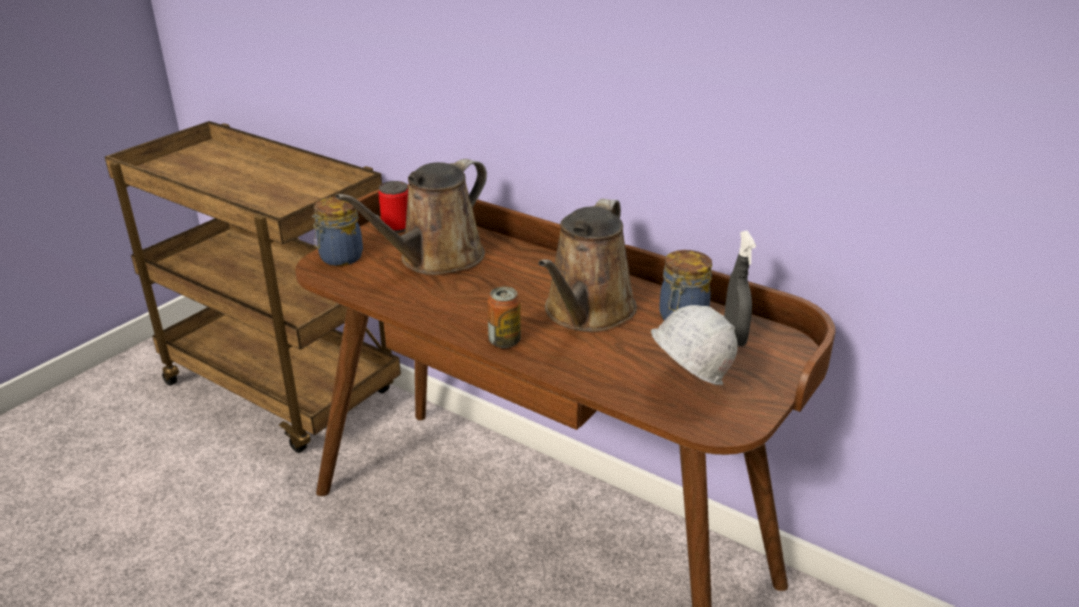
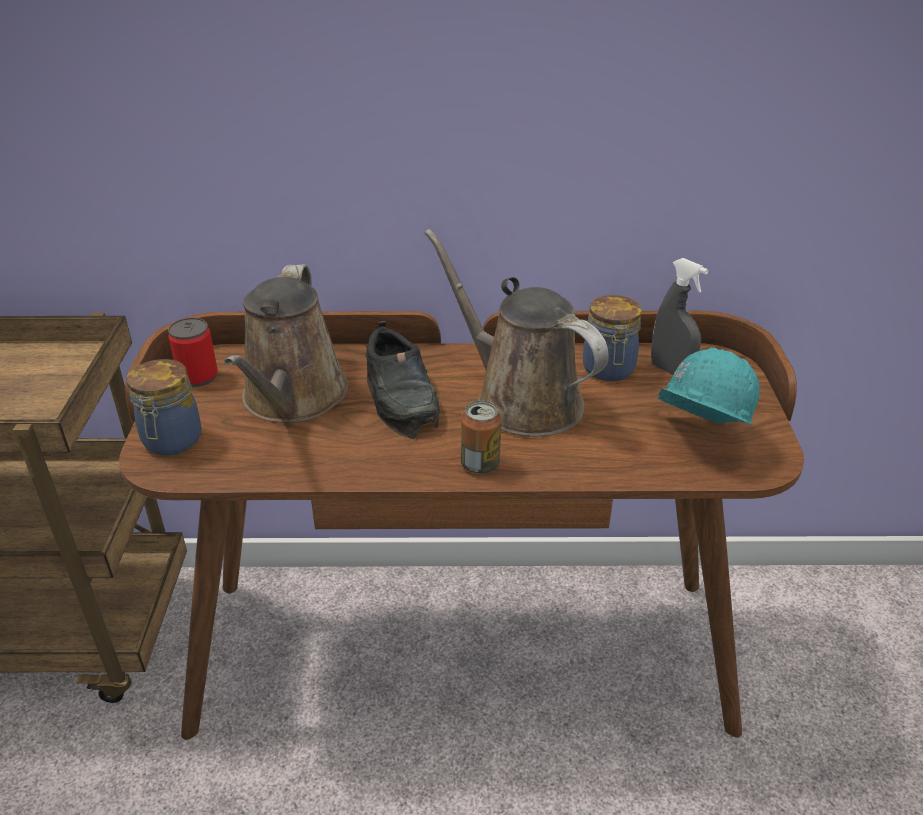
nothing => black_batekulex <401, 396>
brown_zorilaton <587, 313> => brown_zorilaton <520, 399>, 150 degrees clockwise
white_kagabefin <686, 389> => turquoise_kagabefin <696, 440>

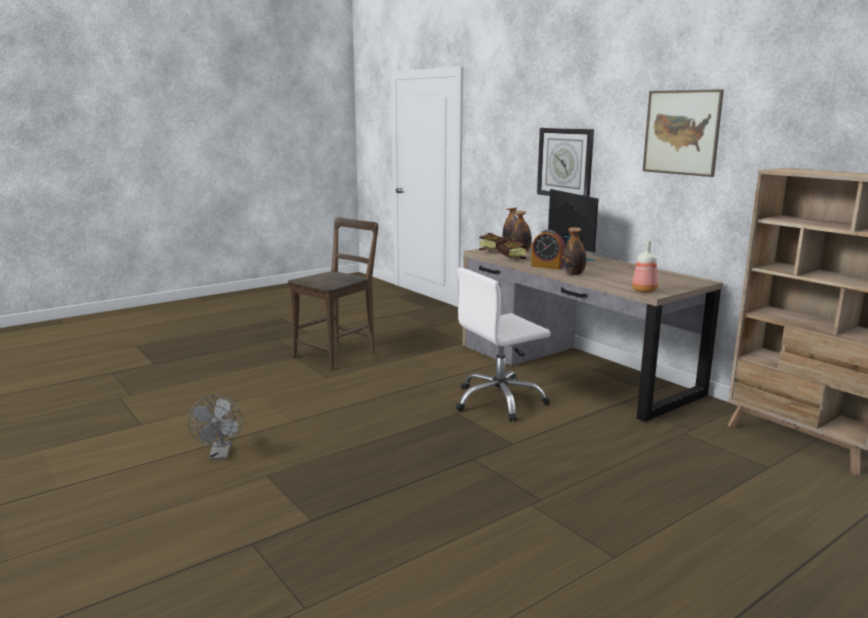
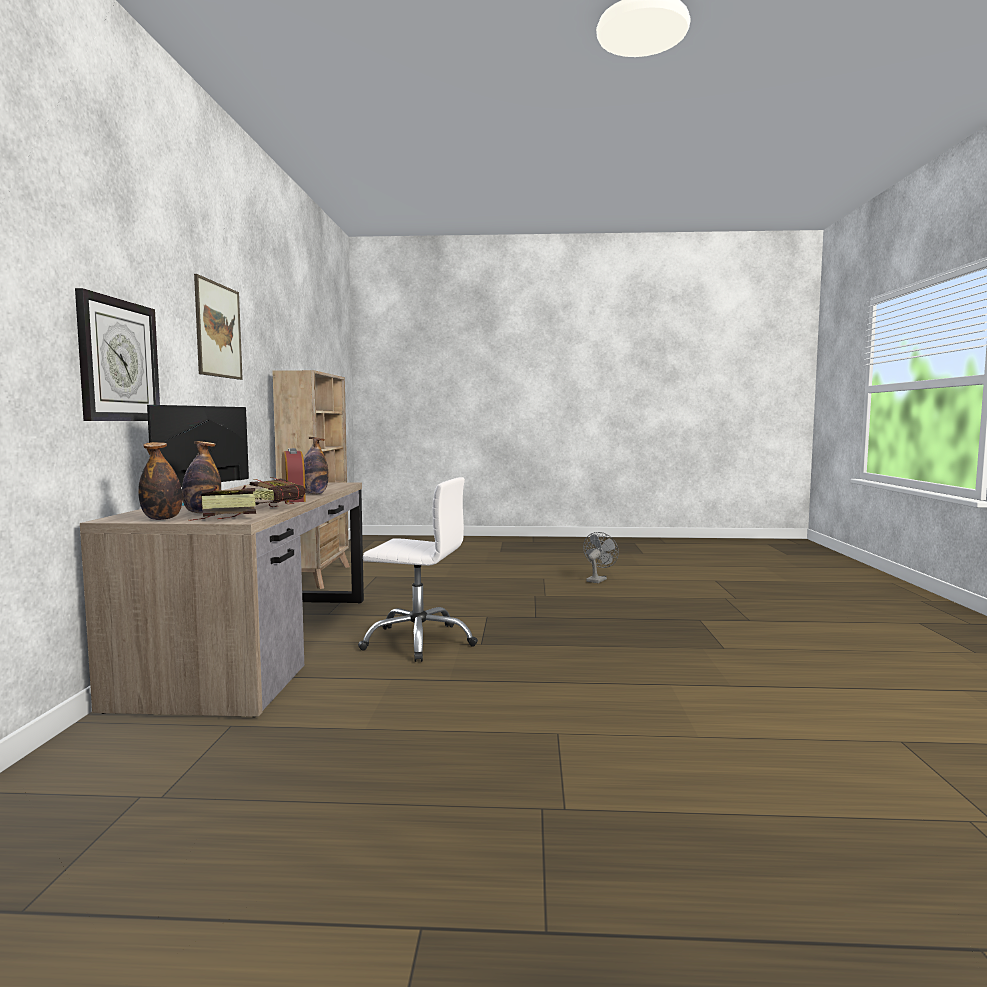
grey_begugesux <220, 455> => grey_begugesux <597, 580>, shifted
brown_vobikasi <338, 354> => nothing
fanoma <645, 291> => nothing

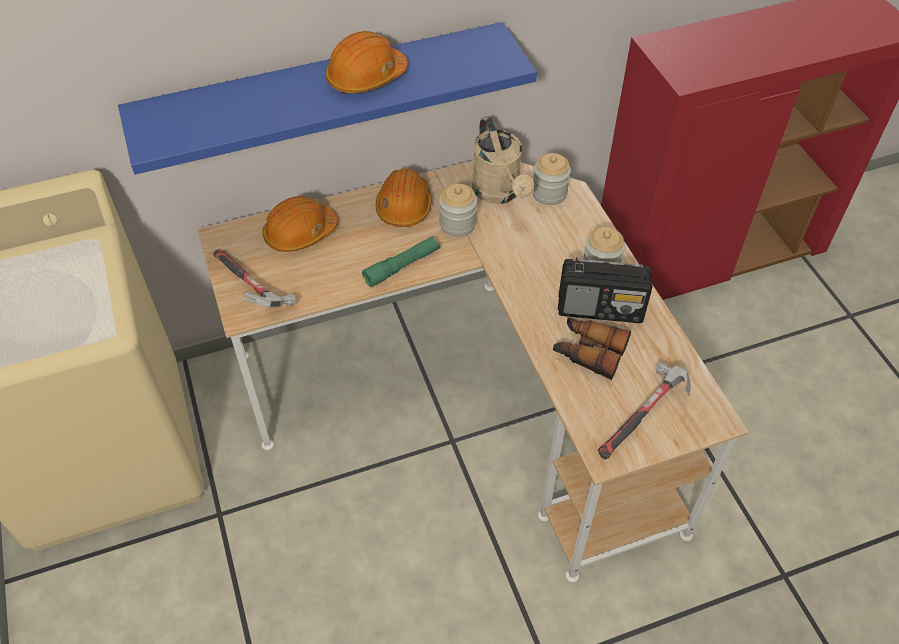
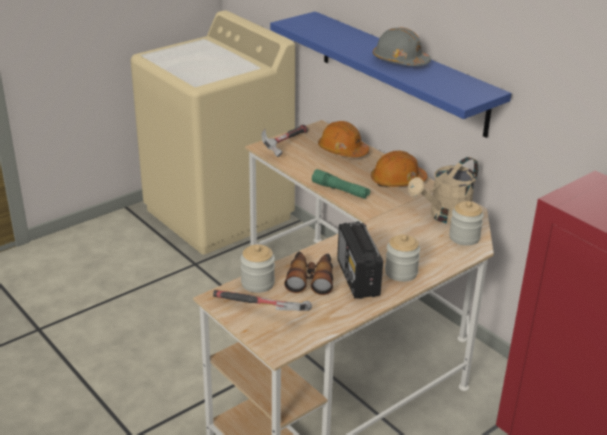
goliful <457, 224> => goliful <257, 283>, shifted
orange_kagabefin <366, 77> => grey_kagabefin <400, 61>

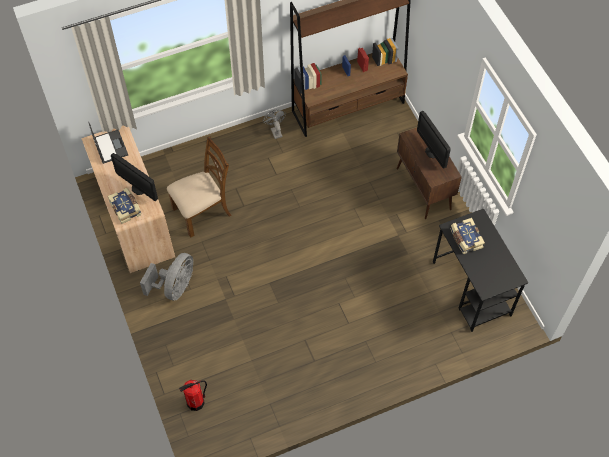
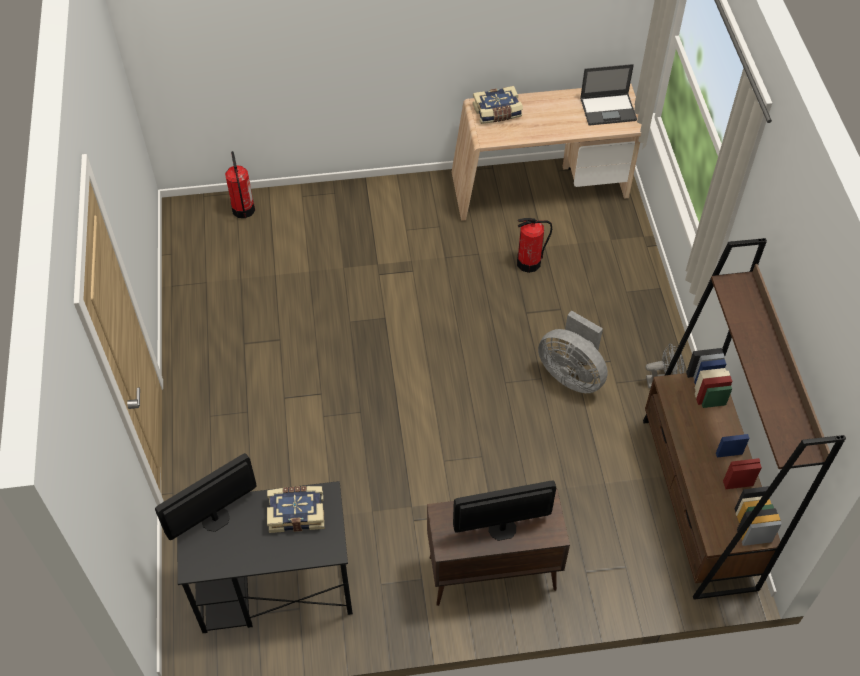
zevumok <139, 188> => zevumok <215, 519>, shifted
brown_vobikasi <202, 211> => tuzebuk <529, 263>
grey_begugesux <175, 287> => grey_begugesux <571, 374>, shifted

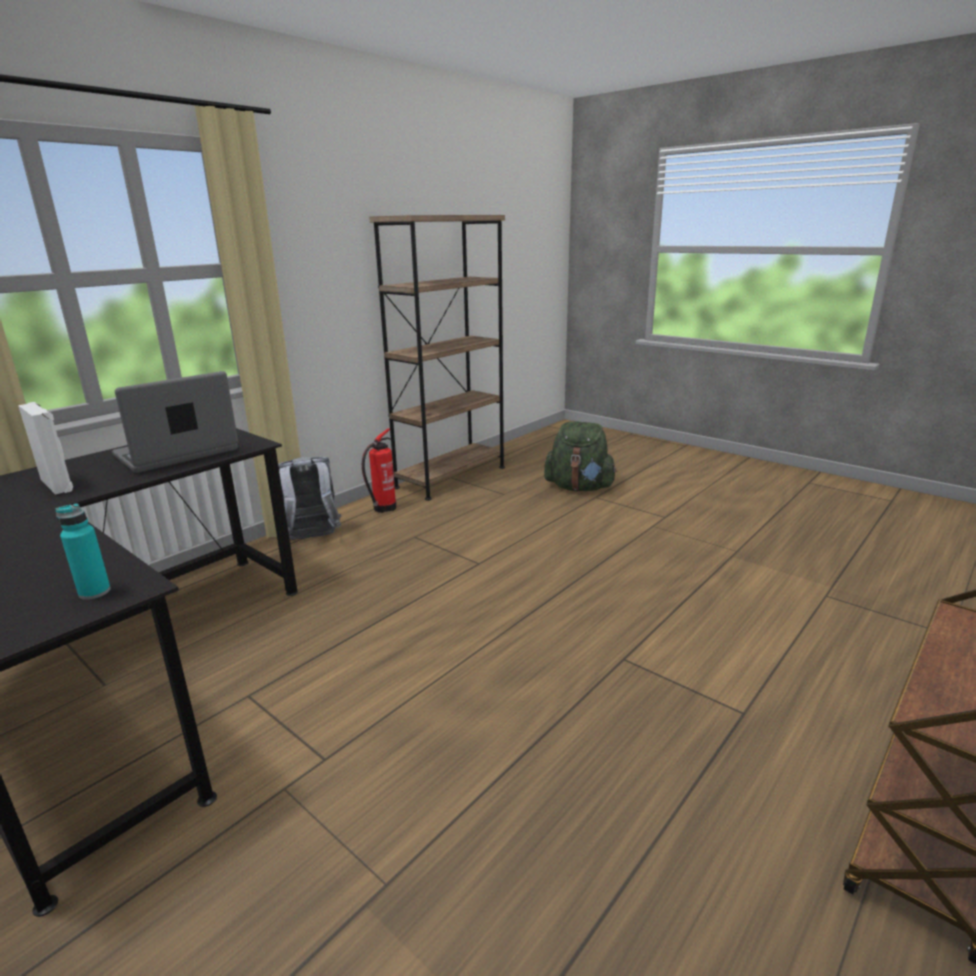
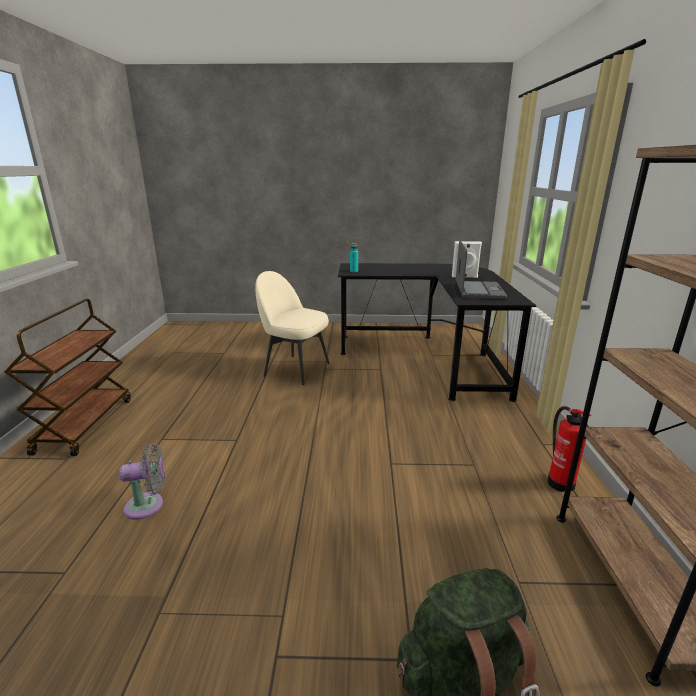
nothing => grey_begugesux <148, 505>
nothing => beige_vobikasi <295, 369>
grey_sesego <311, 539> => nothing

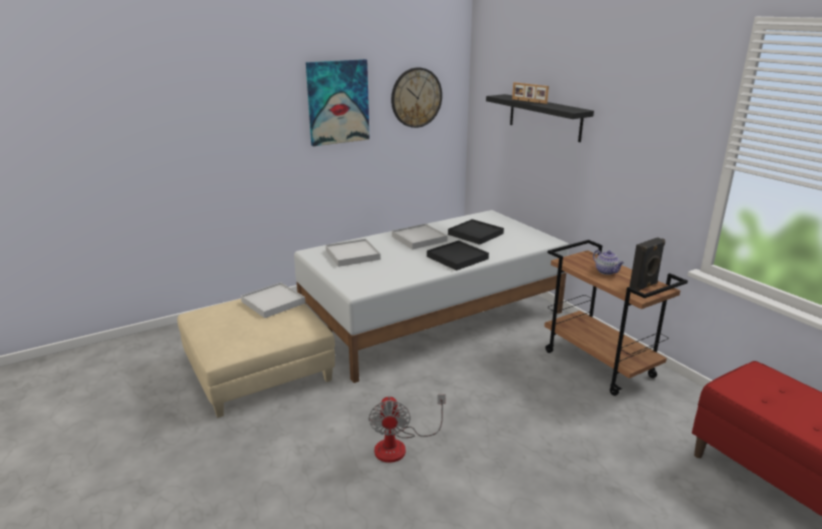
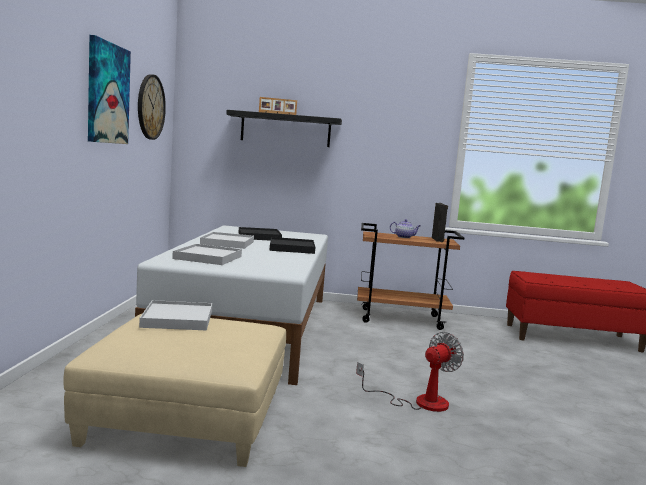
begugesux <399, 445> => begugesux <419, 402>, 75 degrees counterclockwise

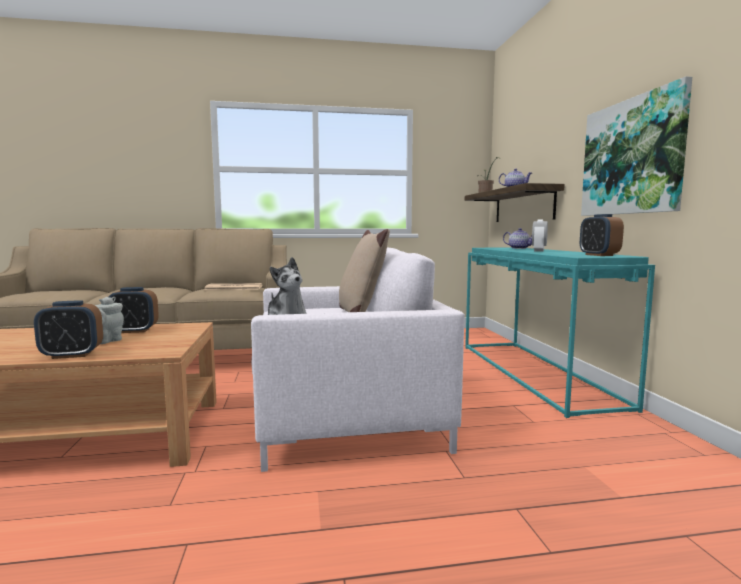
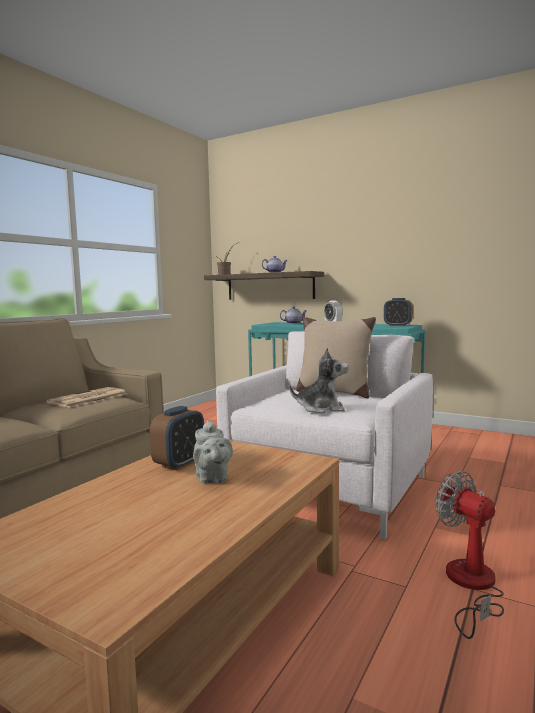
nothing => begugesux <471, 586>
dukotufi <72, 355> => nothing
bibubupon <631, 157> => nothing

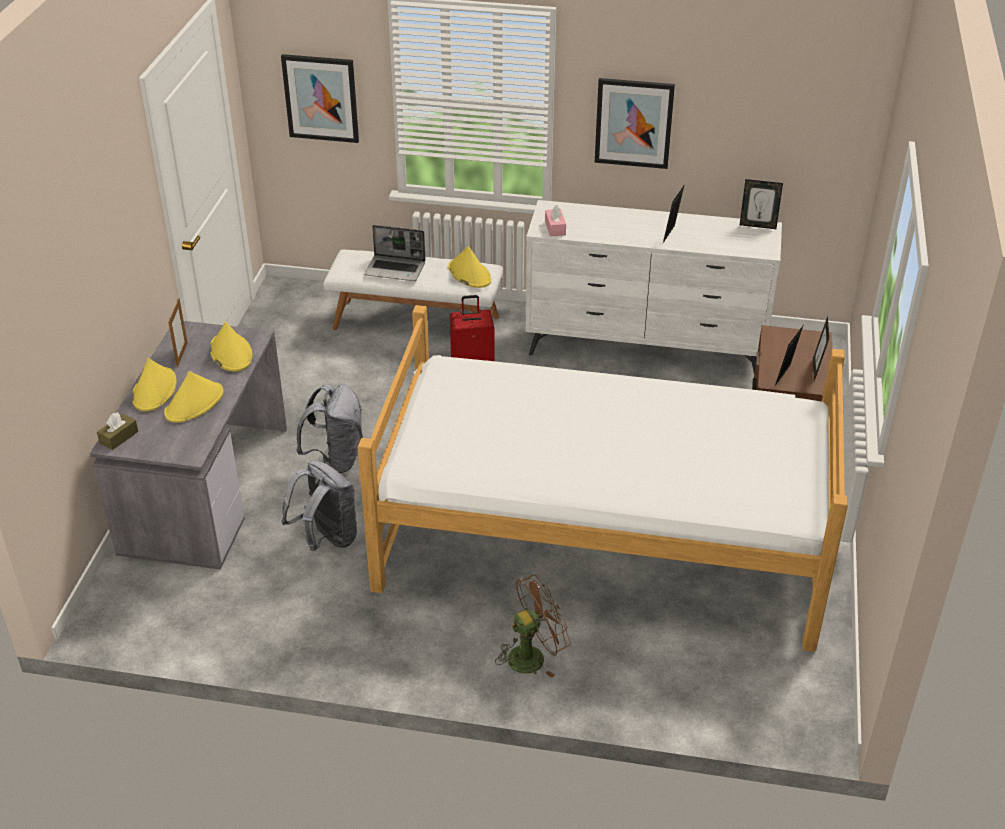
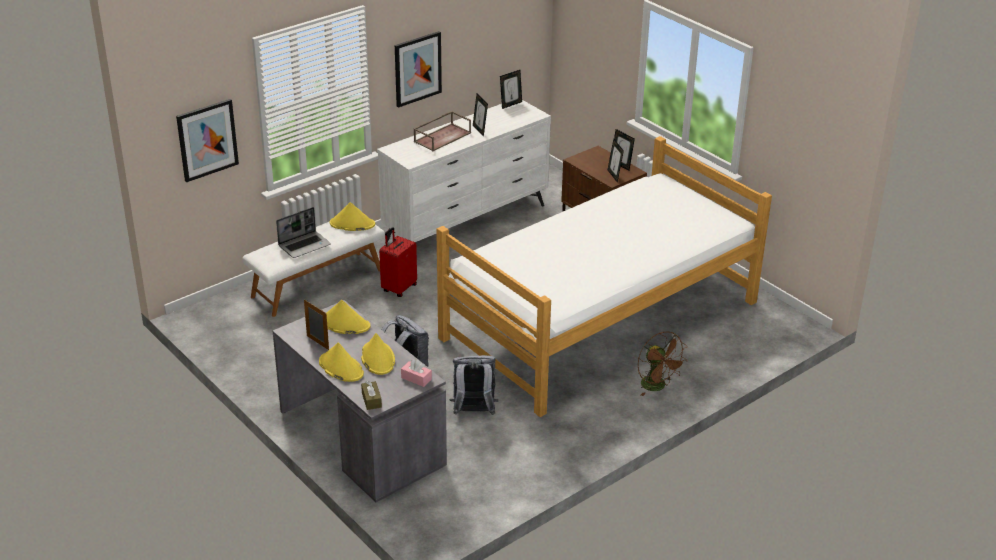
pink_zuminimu <555, 228> => pink_zuminimu <416, 378>, shifted
nothing => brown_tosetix <442, 137>
brown_begugesux <533, 655> => brown_begugesux <657, 387>, 135 degrees clockwise

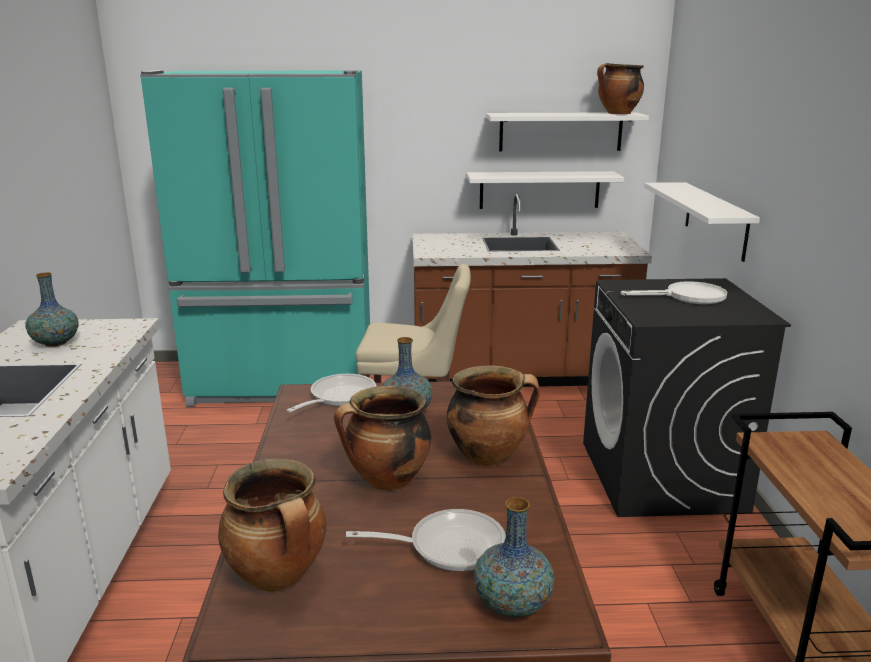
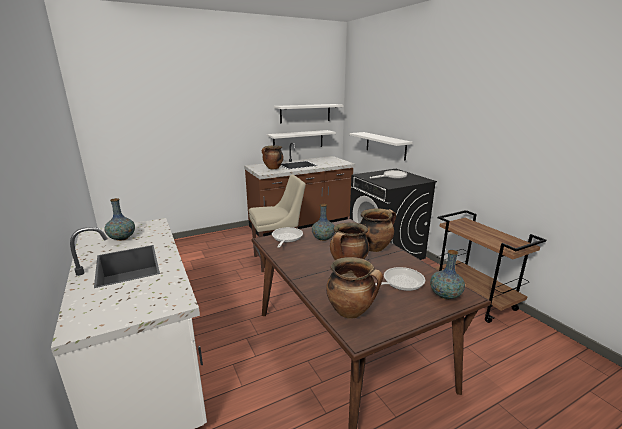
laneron <618, 114> => laneron <273, 168>, shifted
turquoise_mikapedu <284, 383> => nothing

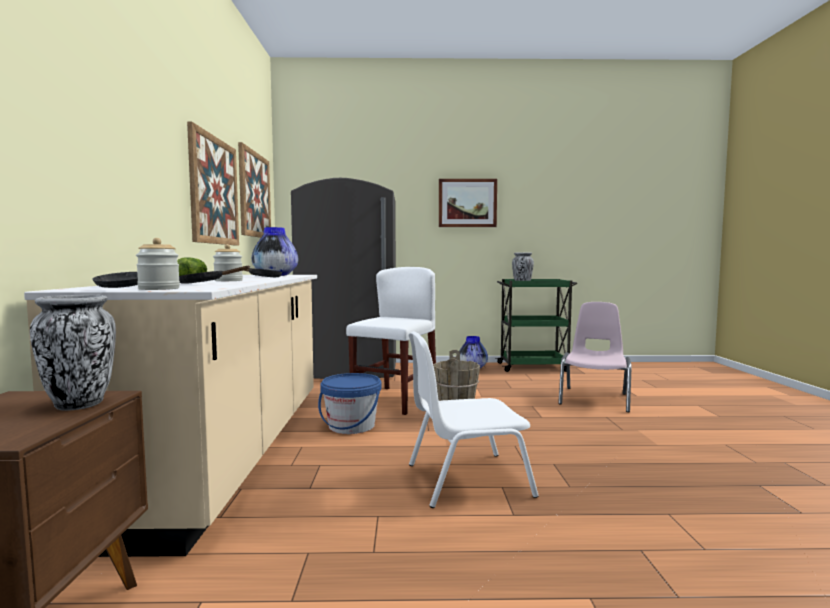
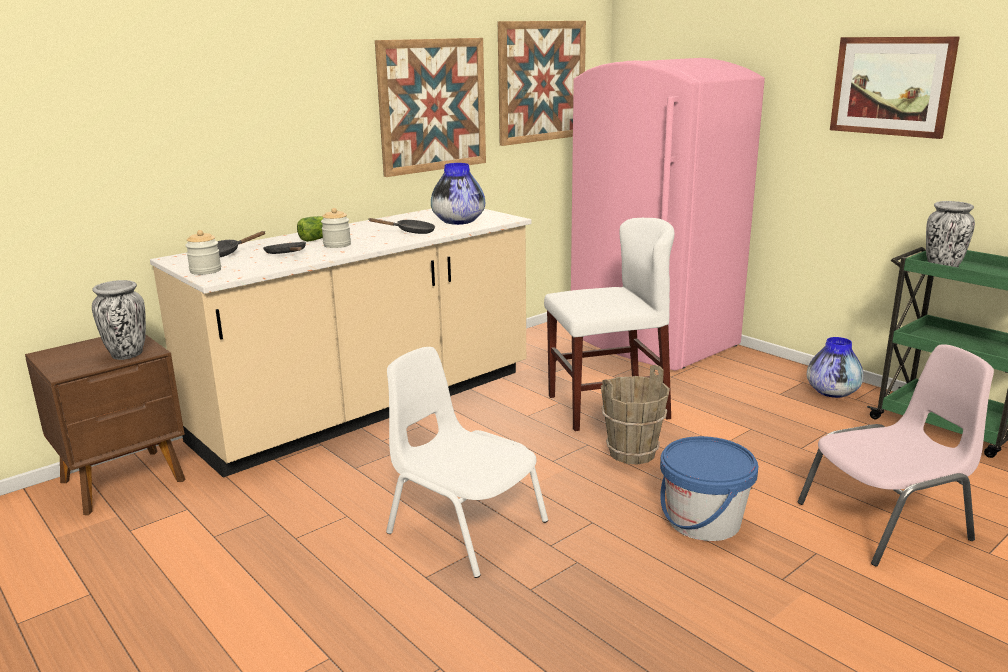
grey_mikapedu <349, 371> => pink_mikapedu <652, 342>
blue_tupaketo <351, 426> => blue_tupaketo <703, 521>, shifted

